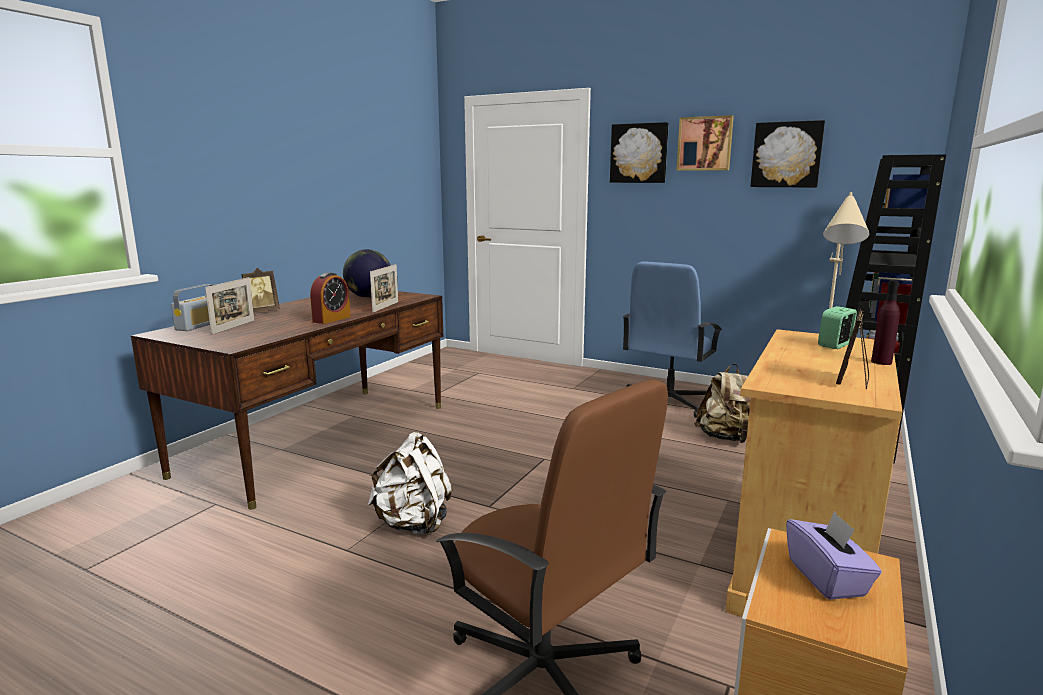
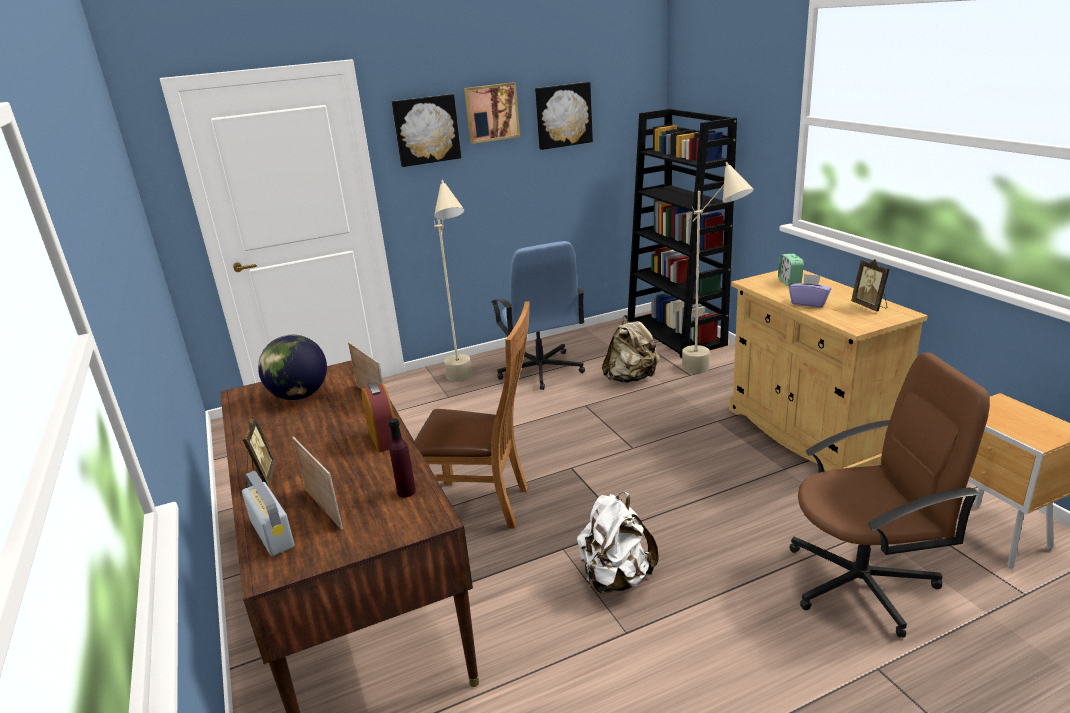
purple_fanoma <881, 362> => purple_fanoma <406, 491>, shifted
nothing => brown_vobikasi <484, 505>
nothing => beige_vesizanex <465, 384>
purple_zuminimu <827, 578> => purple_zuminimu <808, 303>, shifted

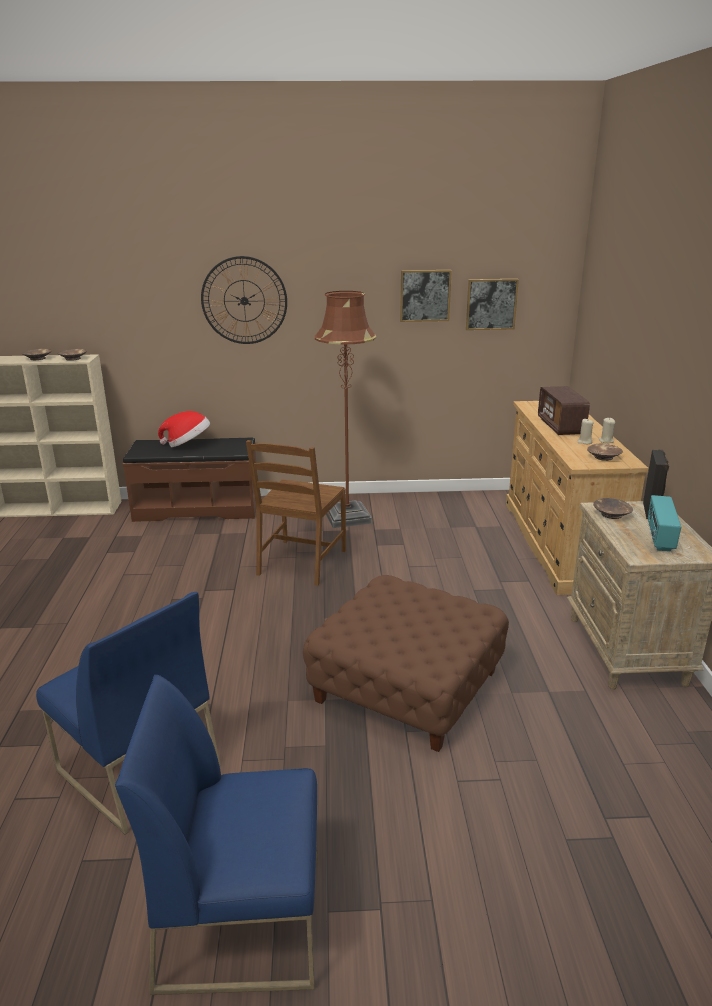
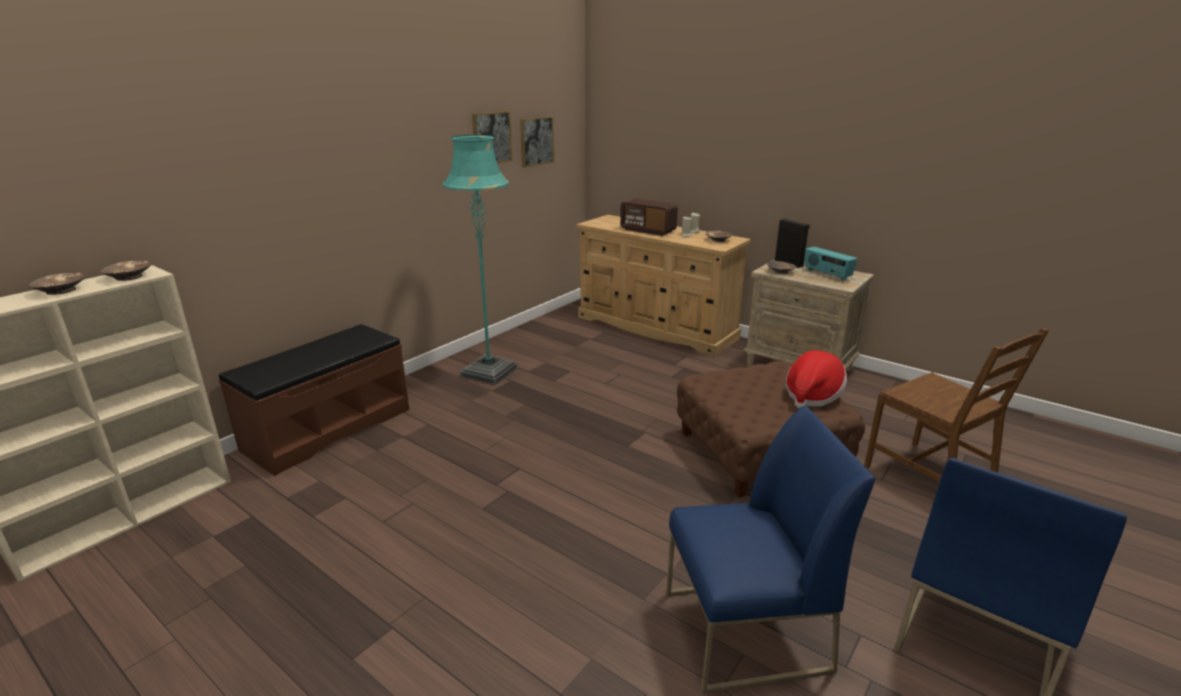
brown_vesizanex <347, 517> => turquoise_vesizanex <489, 372>
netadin <188, 444> => netadin <812, 396>, shifted
brown_vobikasi <301, 562> => brown_vobikasi <930, 476>, shifted
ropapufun <244, 301> => nothing

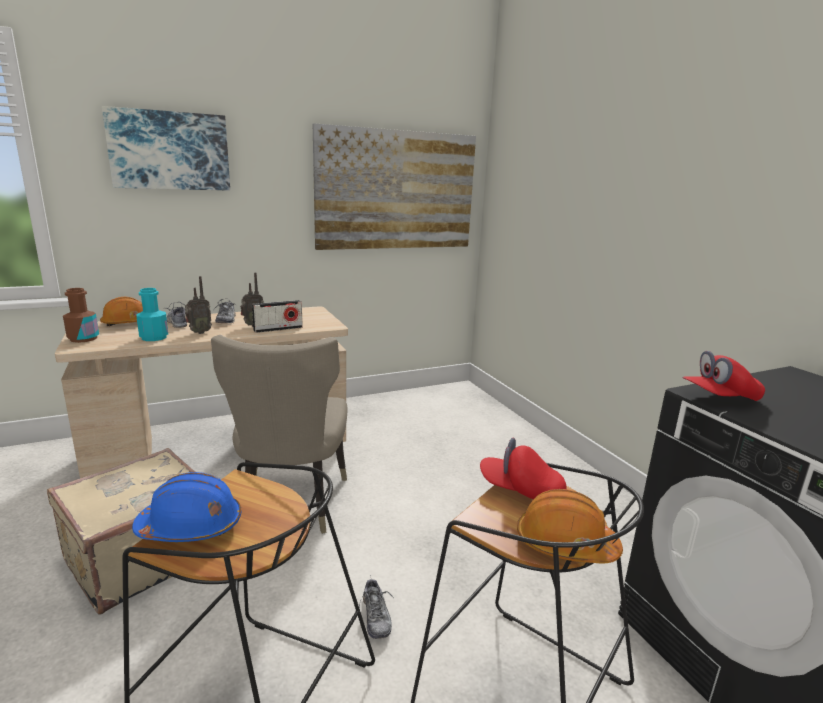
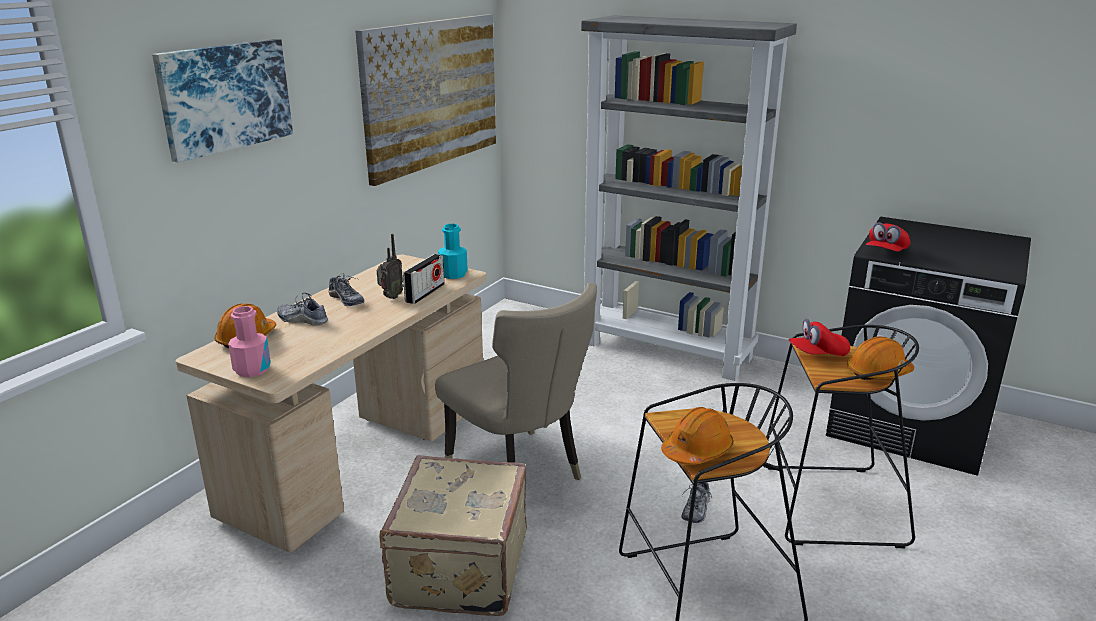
brown_fanoma <83, 338> => pink_fanoma <252, 370>
turquoise_fanoma <154, 337> => turquoise_fanoma <453, 274>, shifted
nothing => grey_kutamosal <668, 350>
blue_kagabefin <191, 526> => orange_kagabefin <697, 451>
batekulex <376, 616> => batekulex <696, 510>, 75 degrees clockwise
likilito <199, 332> => nothing

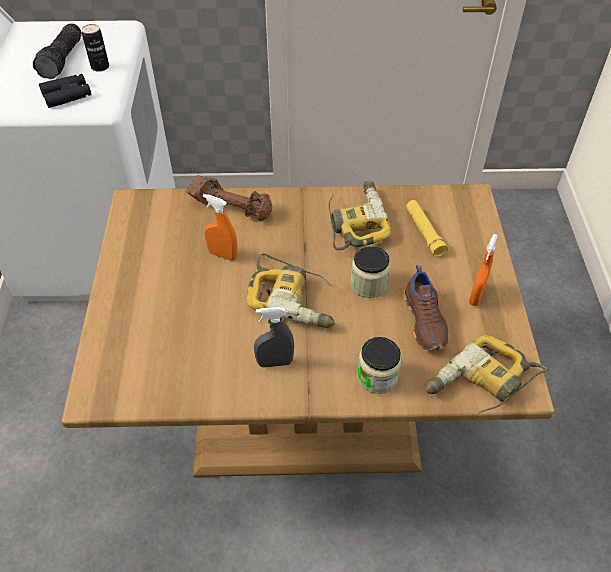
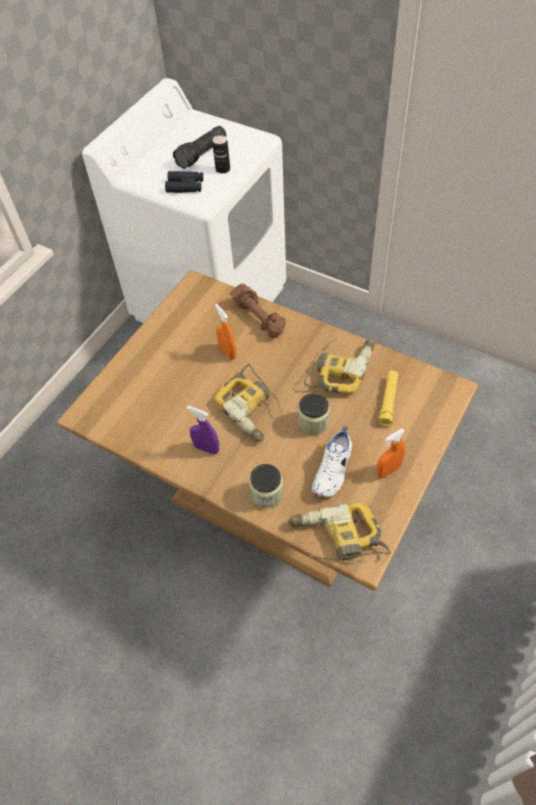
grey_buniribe <275, 362> => purple_buniribe <206, 448>
brown_batekulex <425, 320> => white_batekulex <334, 470>

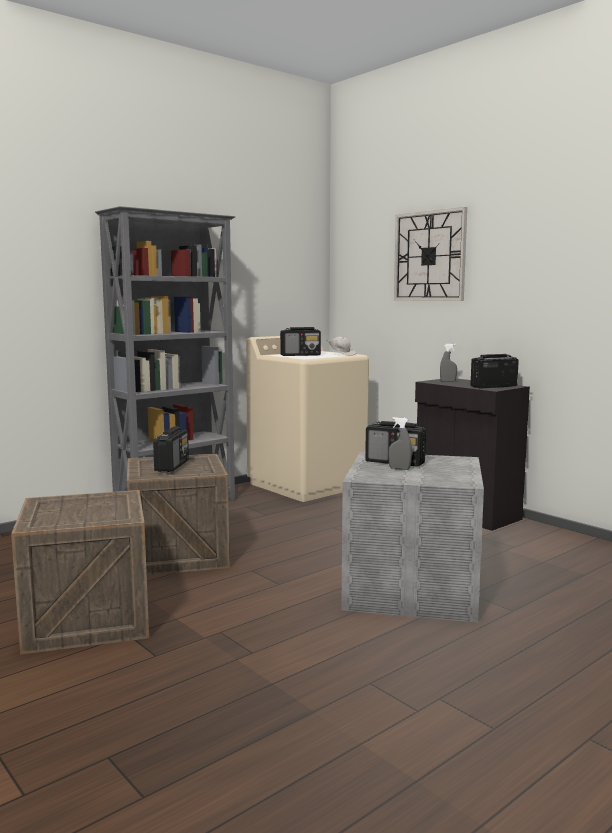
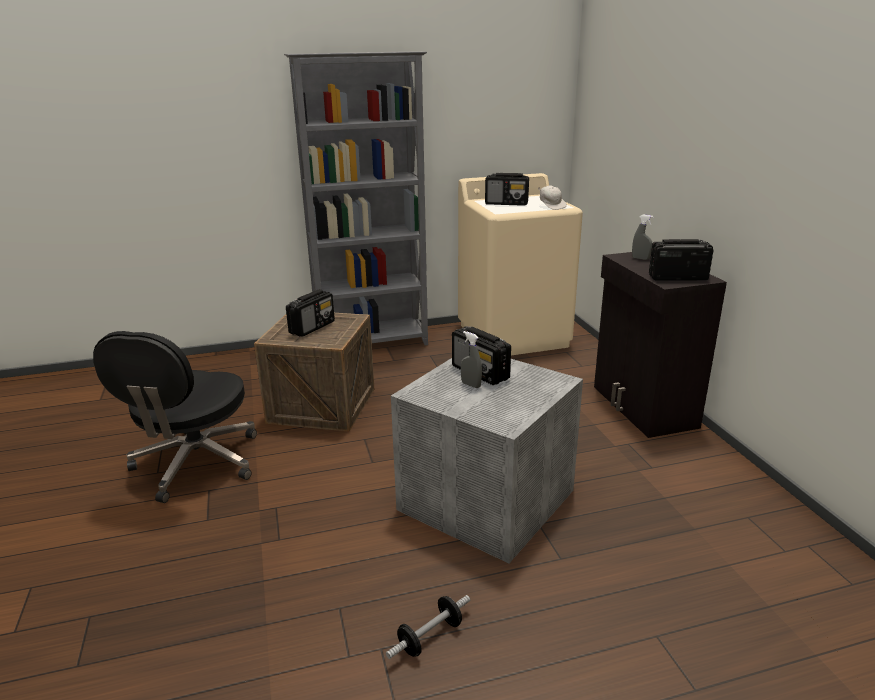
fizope <87, 619> => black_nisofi <195, 464>
nothing => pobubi <430, 637>
ropapufun <429, 256> => nothing

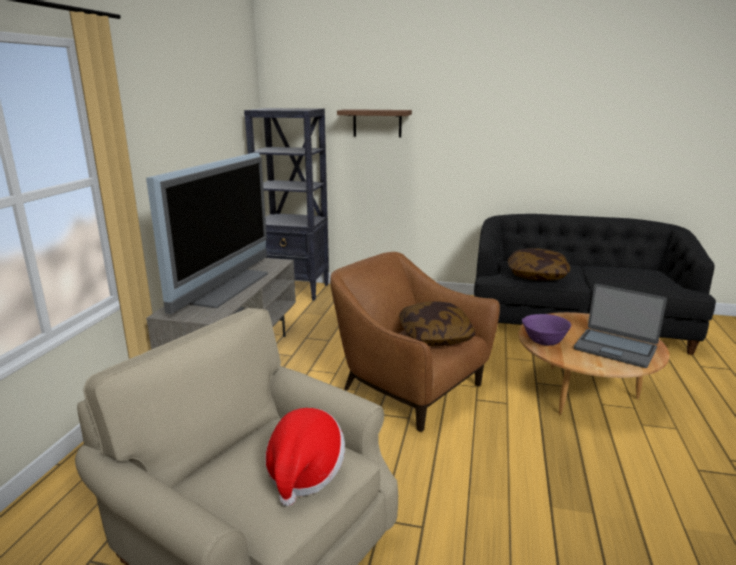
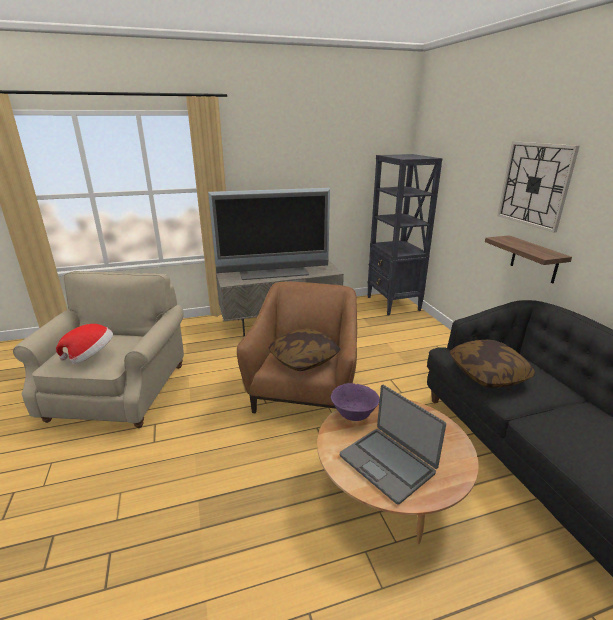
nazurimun <615, 348> => nazurimun <387, 463>, 45 degrees counterclockwise
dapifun <377, 123> => dapifun <534, 259>, shifted
nothing => ropapufun <534, 185>

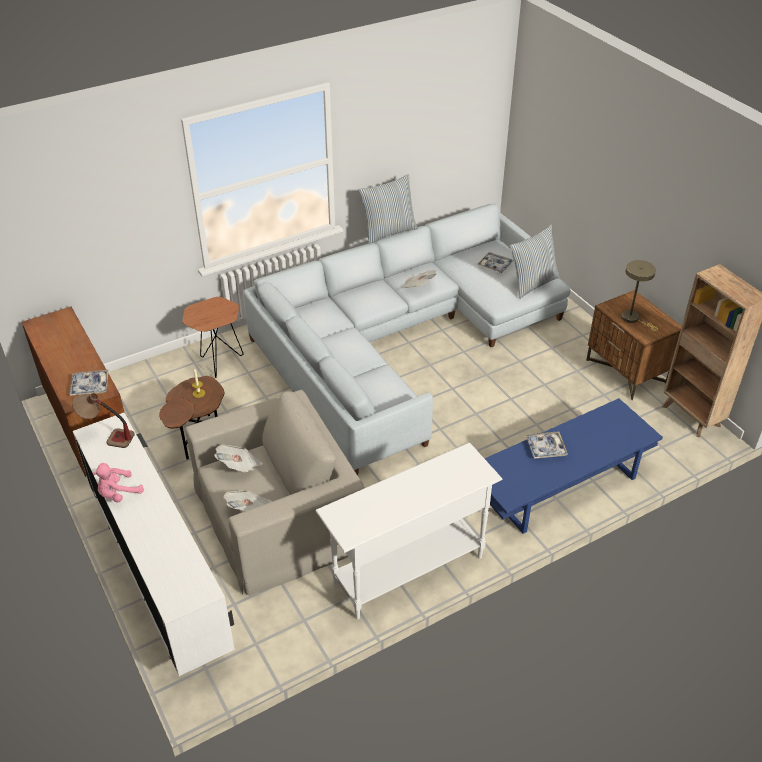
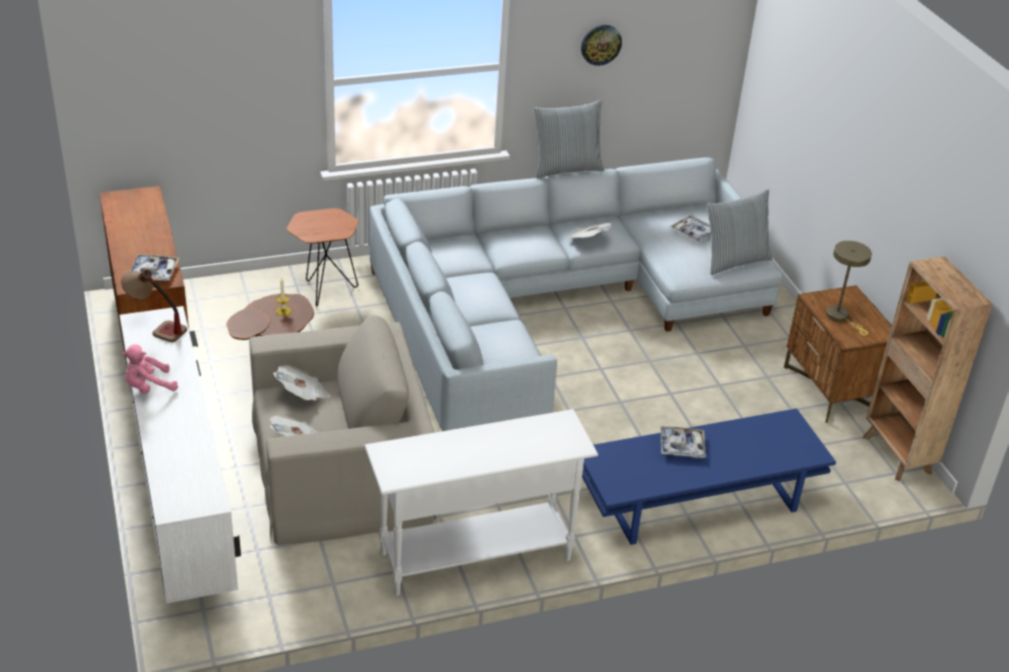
nothing => ropapufun <600, 44>

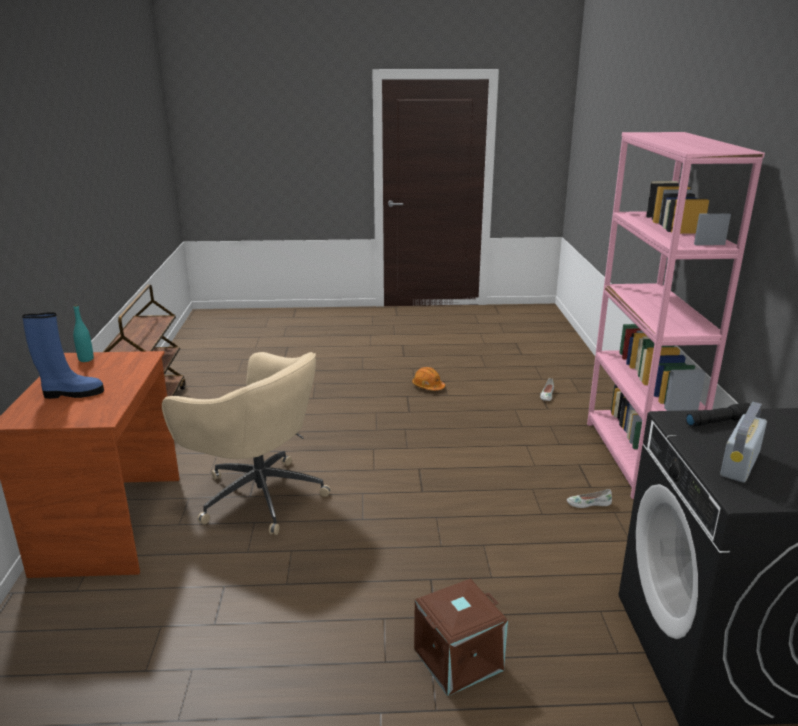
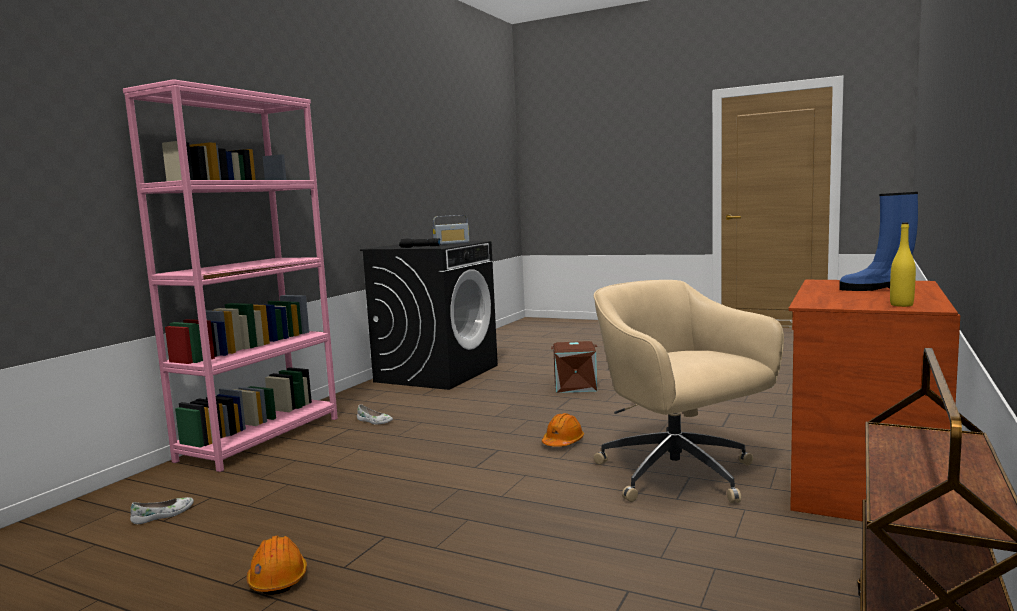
nothing => orange_kagabefin <563, 442>
turquoise_fanoma <86, 359> => yellow_fanoma <901, 305>

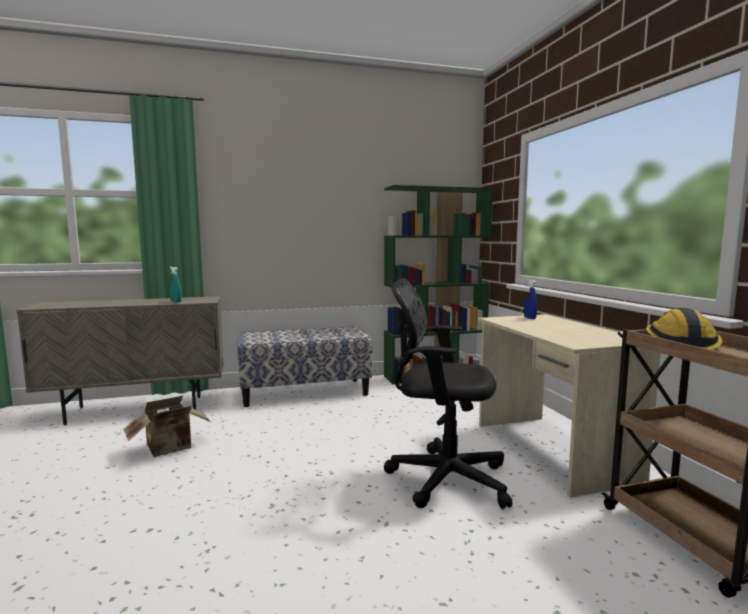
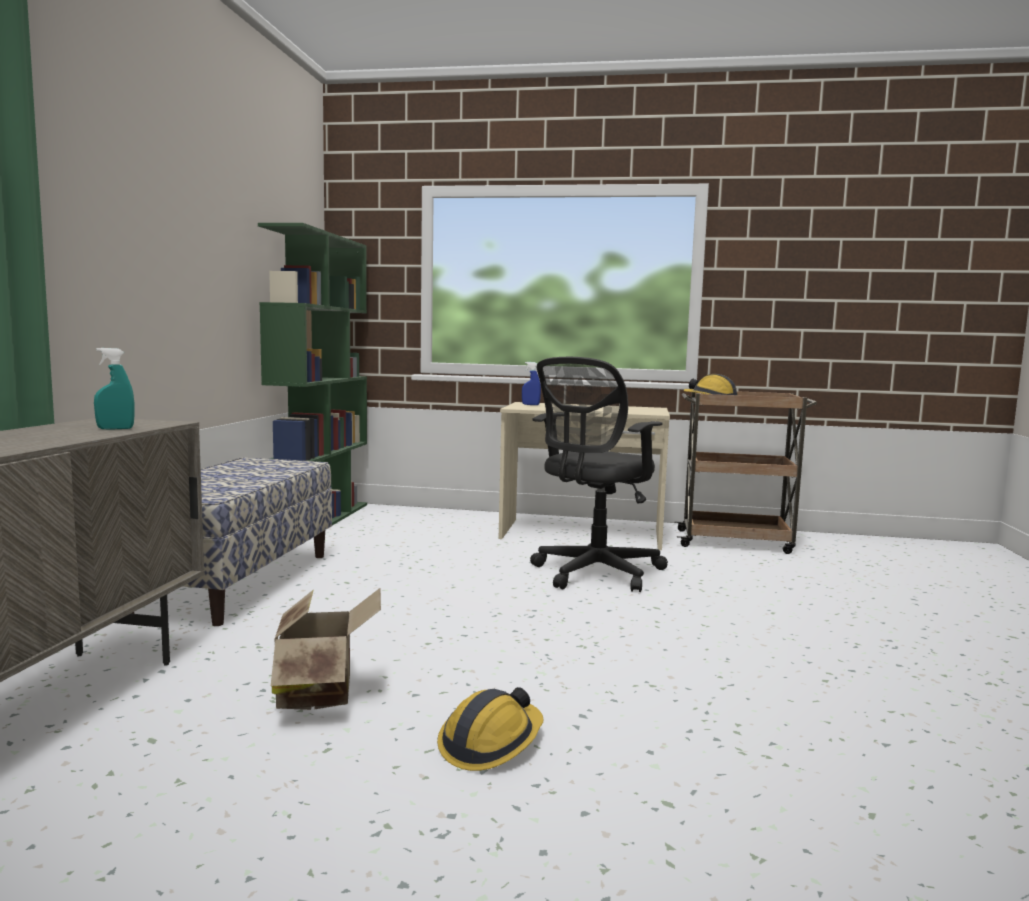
nothing => kagabefin <491, 743>

